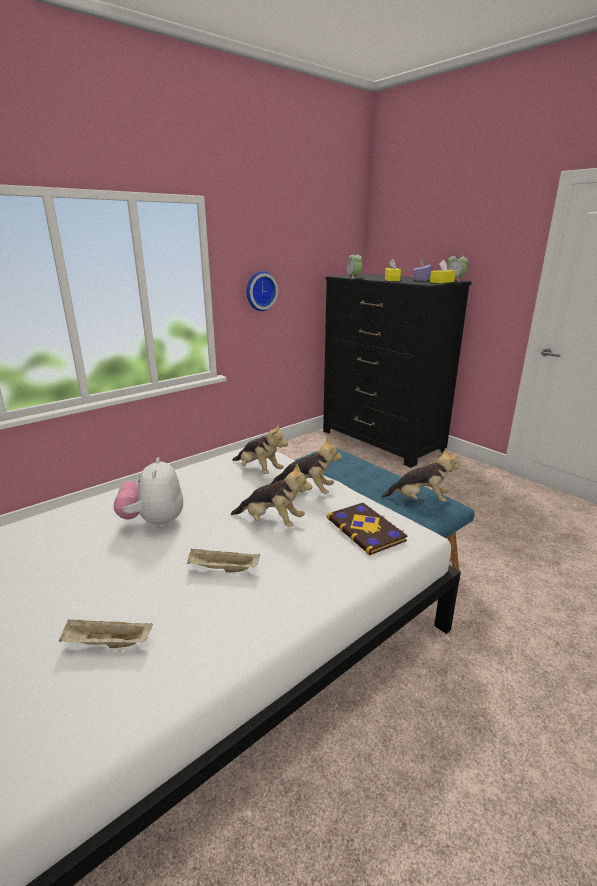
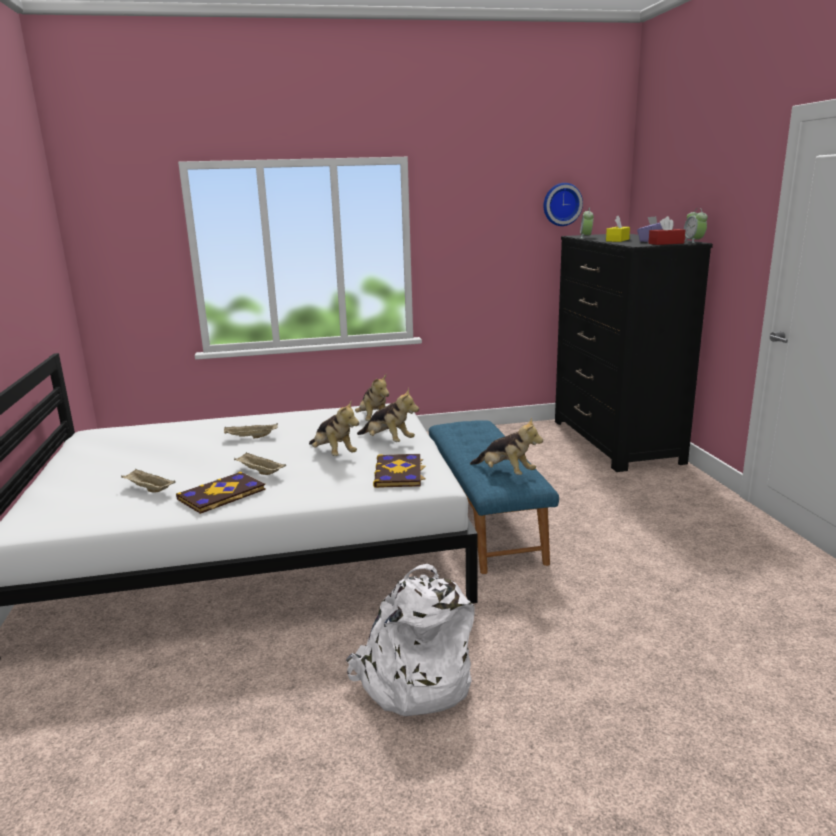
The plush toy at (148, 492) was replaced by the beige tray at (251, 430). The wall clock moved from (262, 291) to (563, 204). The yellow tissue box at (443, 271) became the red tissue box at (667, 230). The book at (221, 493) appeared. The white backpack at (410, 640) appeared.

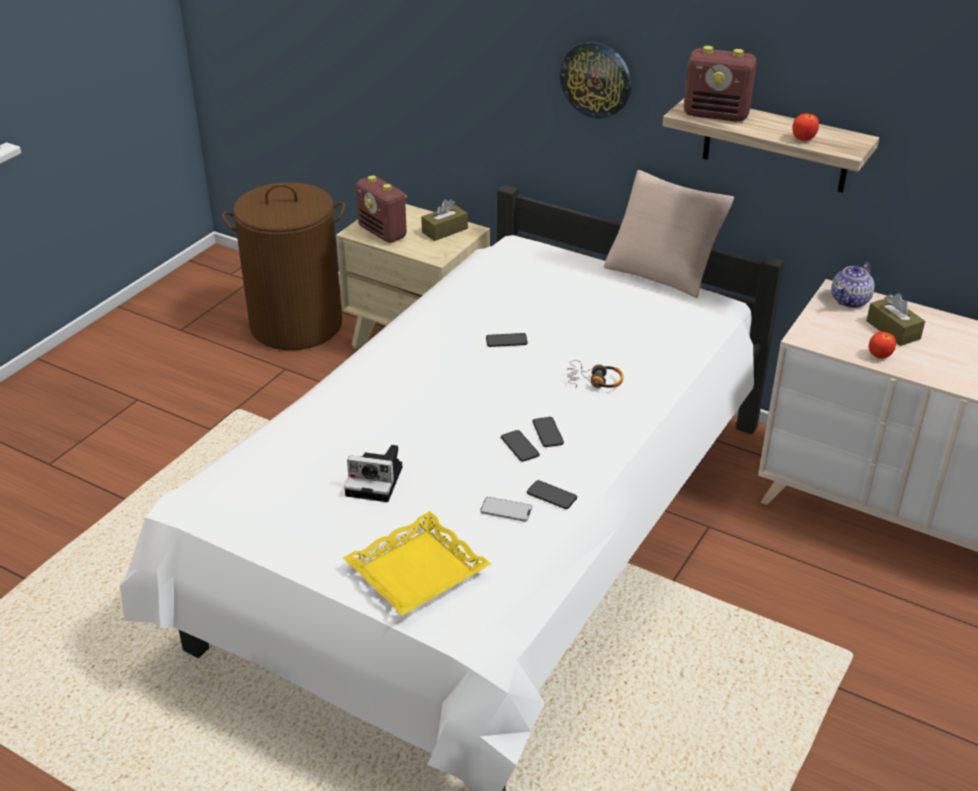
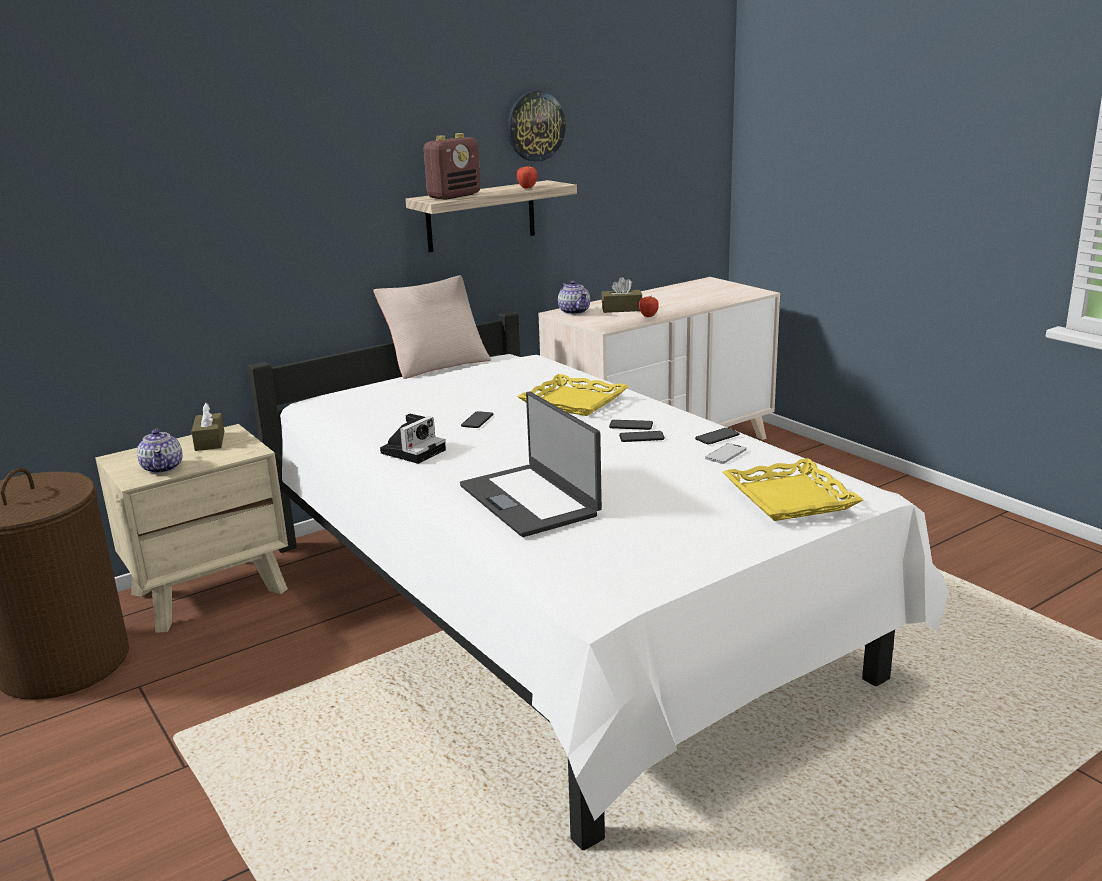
The photo camera moved from (373, 473) to (413, 439). The radio at (381, 209) was replaced by the teapot at (160, 451). The wall clock moved from (595, 80) to (536, 126). The headphones at (595, 374) was replaced by the yellow tray at (573, 395). The laptop at (531, 464) appeared.

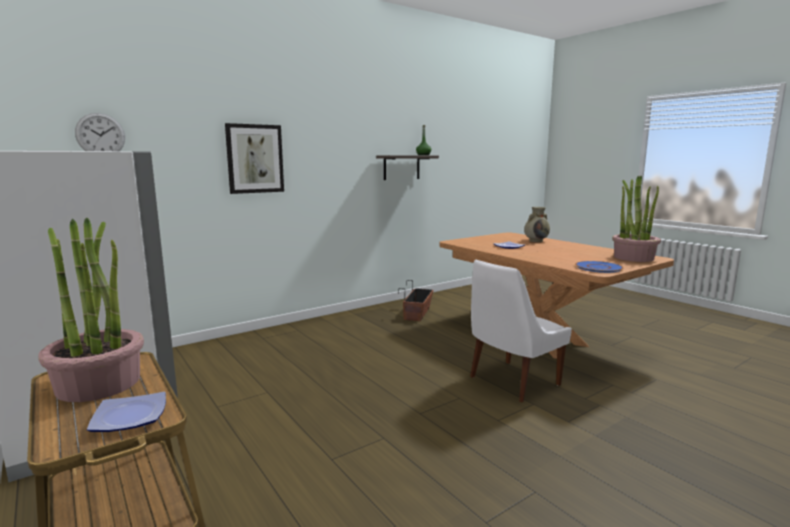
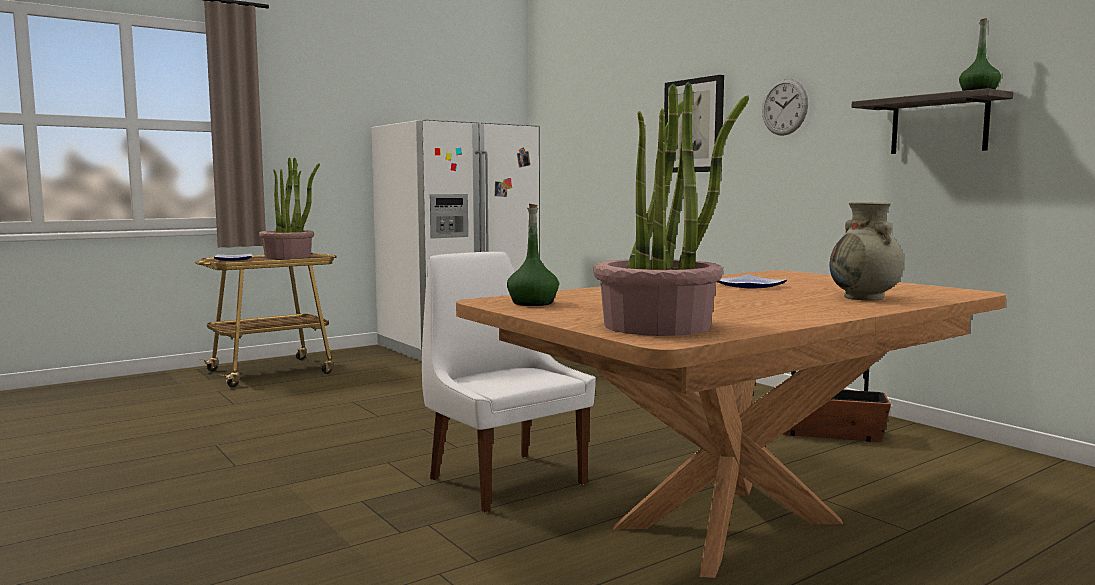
The wall clock moved from (100, 132) to (785, 107). The blue plate at (599, 267) was replaced by the green bottle at (533, 254).

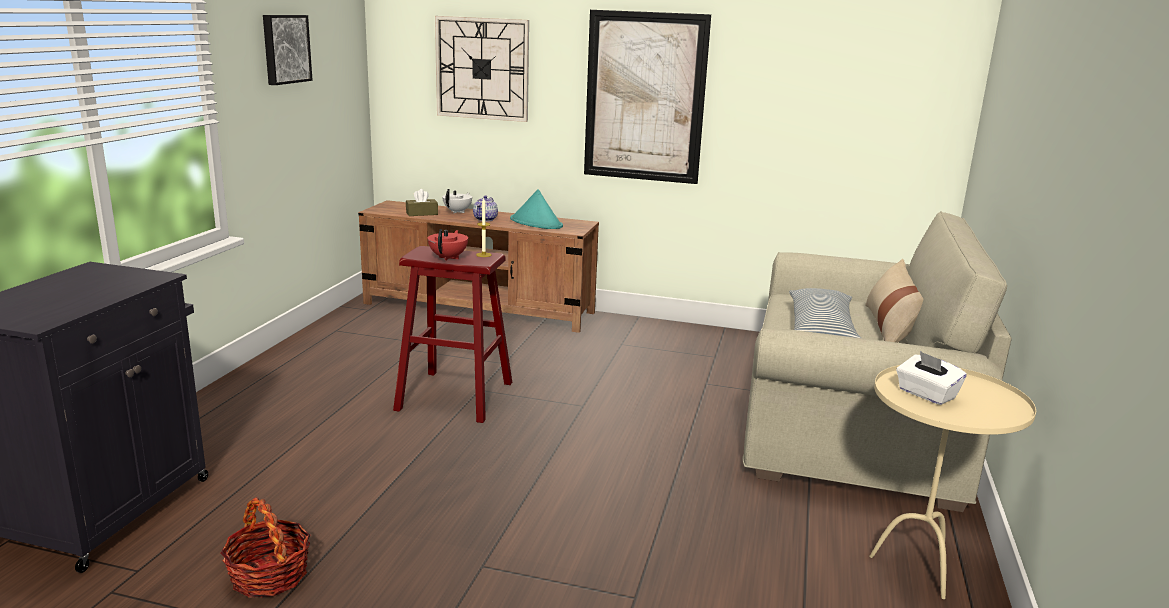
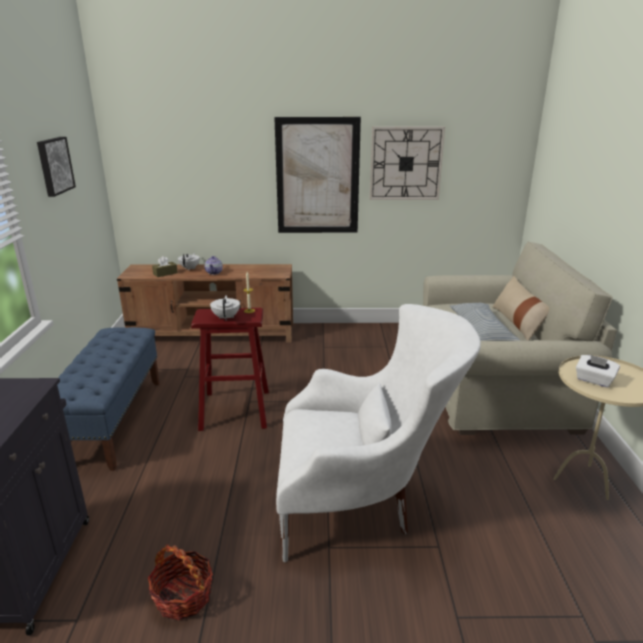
The red teapot at (448, 245) became the white teapot at (225, 307). The wall clock moved from (482, 69) to (407, 163). The turquoise hat at (536, 209) disappeared. The blue bench at (108, 399) appeared. The white armchair at (378, 433) appeared.

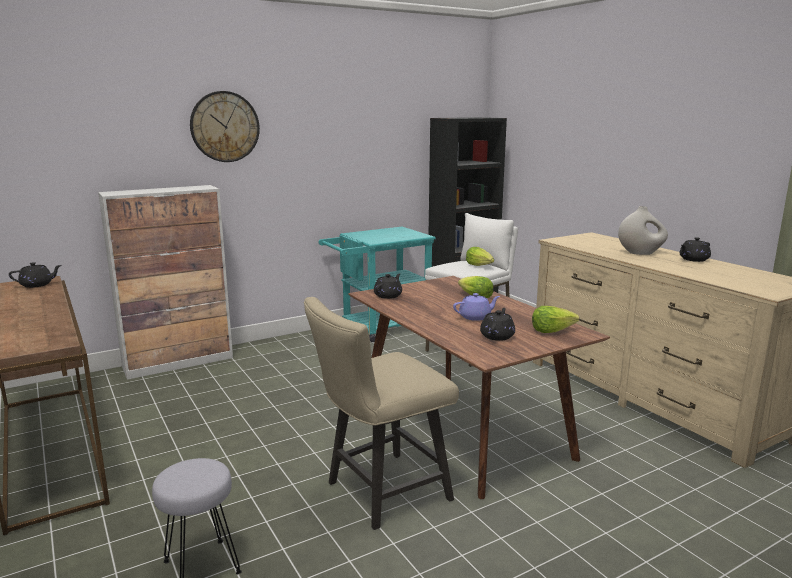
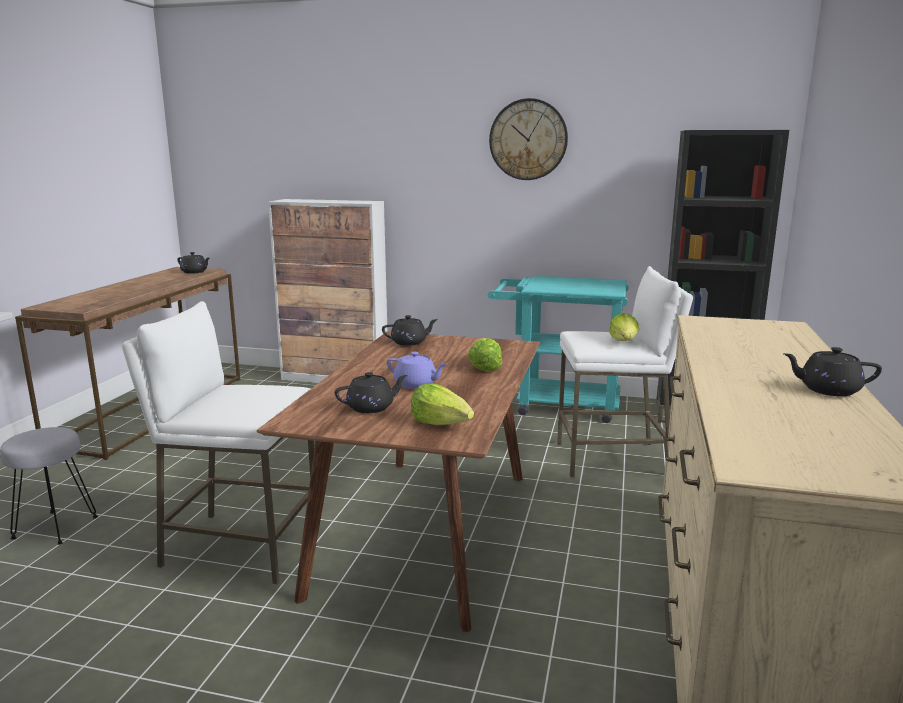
The wall clock moved from (225, 126) to (528, 139). The beige chair at (381, 413) was replaced by the white stool at (218, 442). The white vase at (643, 230) disappeared.

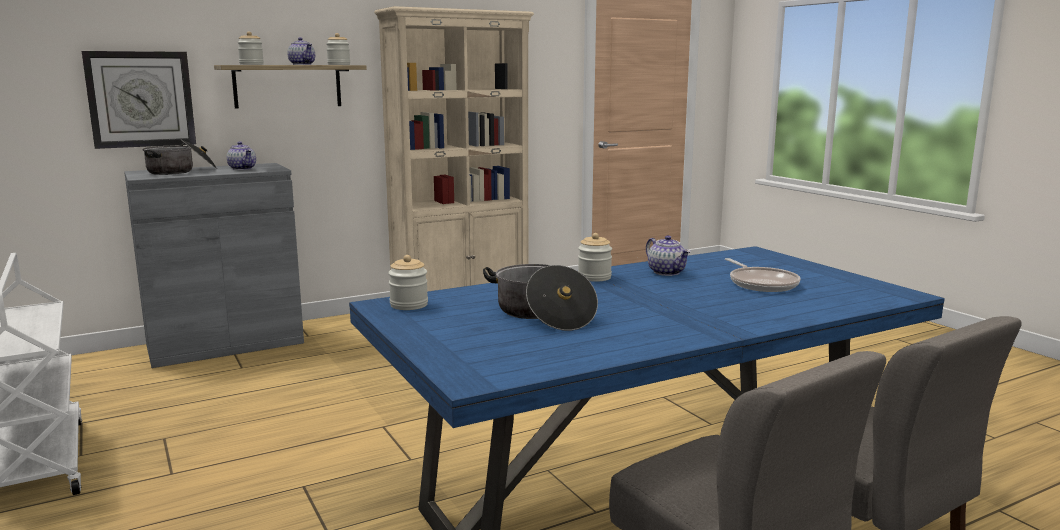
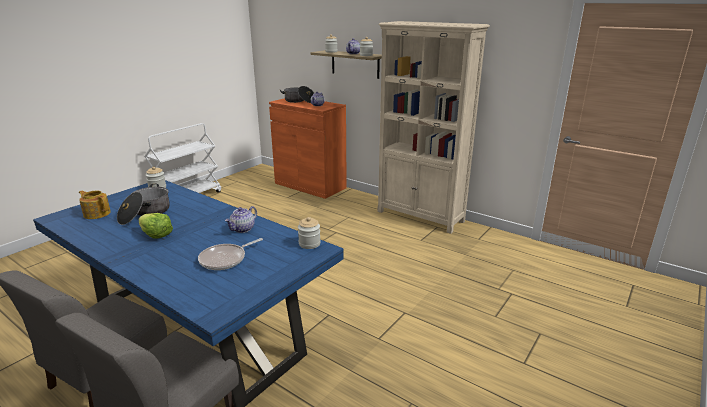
The wall clock at (139, 100) disappeared. The grey cabinet at (214, 265) became the orange cabinet at (308, 148). The jar moved from (595, 257) to (309, 233). The teapot at (95, 205) appeared. The lettuce at (155, 226) appeared.

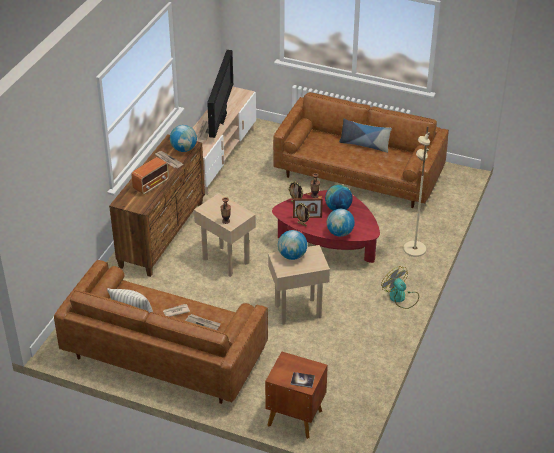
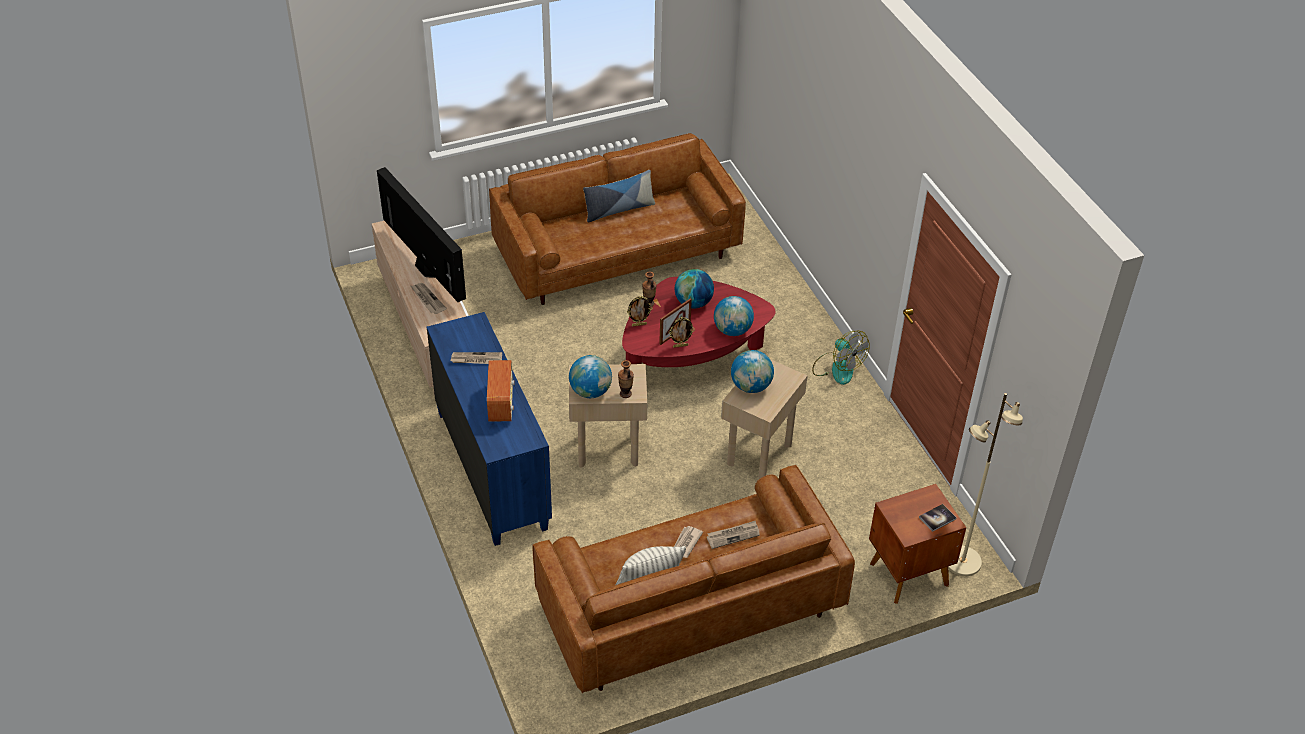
The brown dresser at (157, 205) became the blue dresser at (489, 429). The globe moved from (183, 138) to (590, 376). The fan at (400, 287) turned 135 degrees counterclockwise. The beige floor lamp moved from (417, 191) to (985, 484).

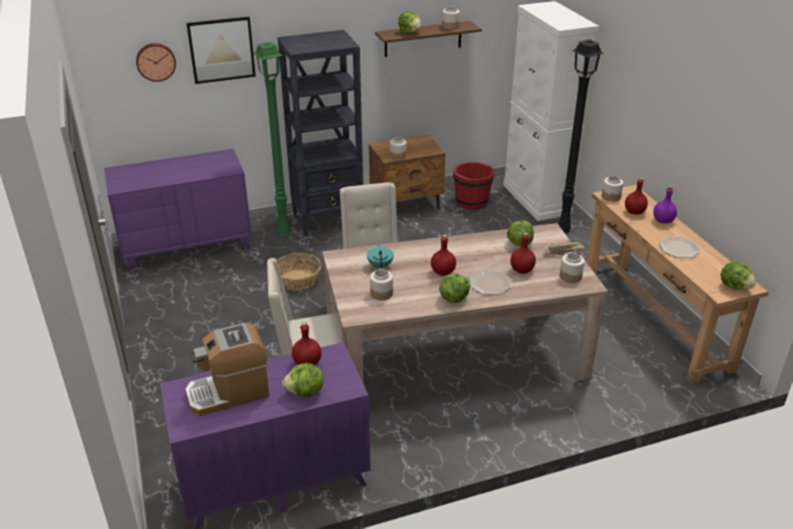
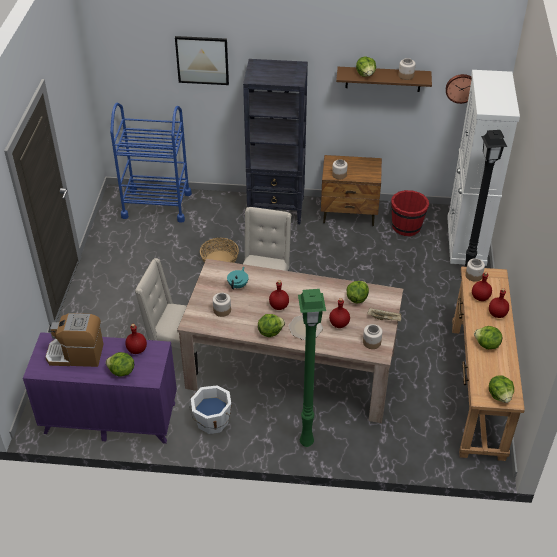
The purple dresser at (178, 210) was replaced by the blue cart at (151, 163). The wall clock moved from (156, 62) to (459, 89). The green floor lamp moved from (272, 139) to (312, 368). The purple bottle at (665, 205) became the red bottle at (499, 303). The plate at (680, 247) was replaced by the lettuce at (488, 337). The white bucket at (210, 409) appeared.

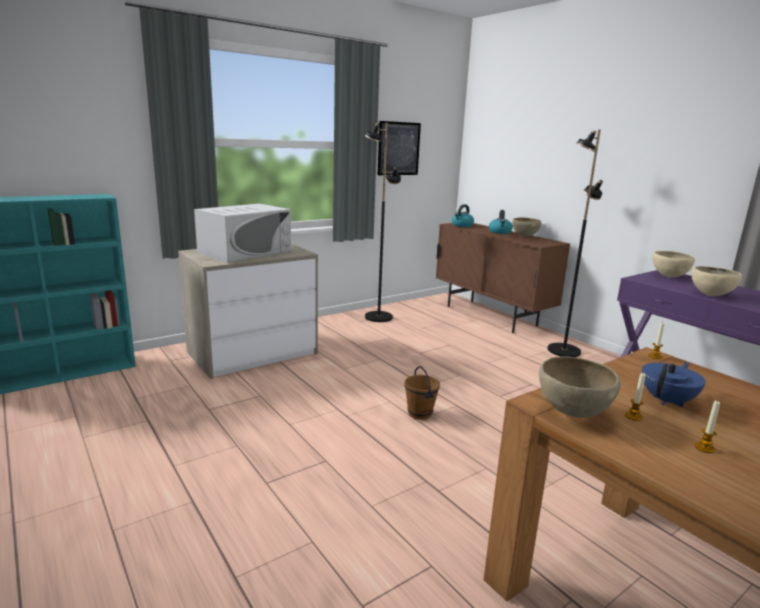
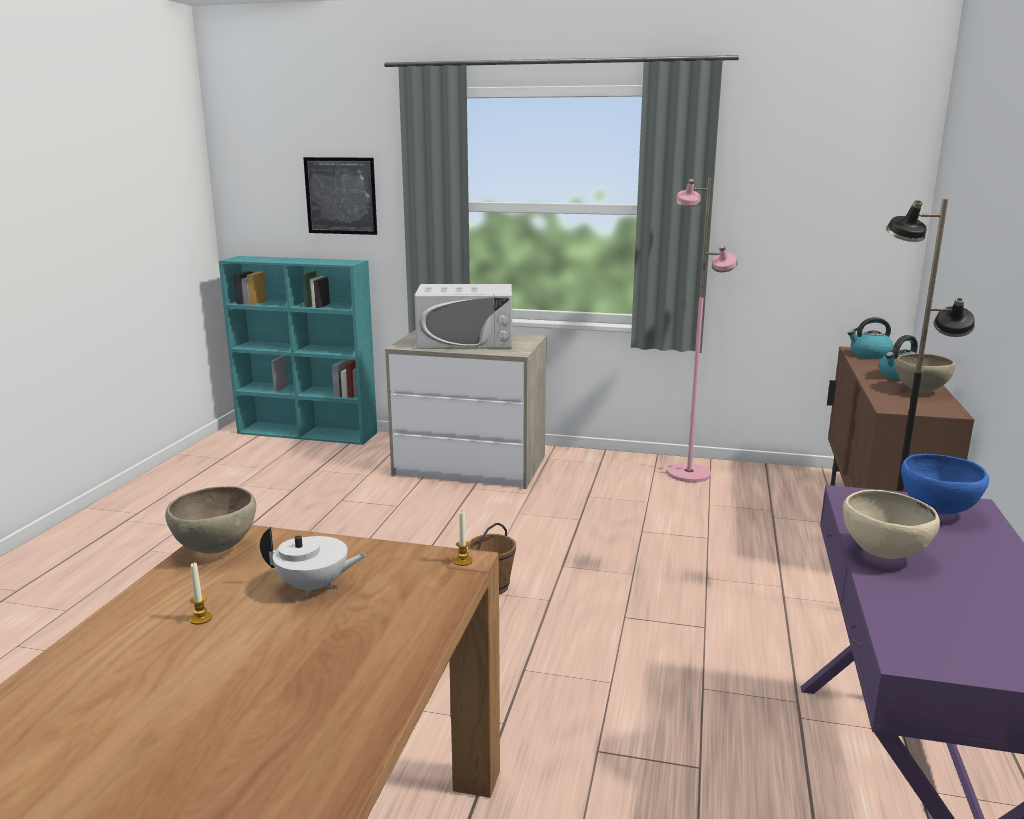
The black floor lamp at (383, 222) became the pink floor lamp at (702, 330). The picture moved from (399, 148) to (340, 196). The candle at (635, 396) disappeared. The blue teapot at (674, 385) became the white teapot at (313, 562). The beige bowl at (673, 264) became the blue bowl at (945, 484).

